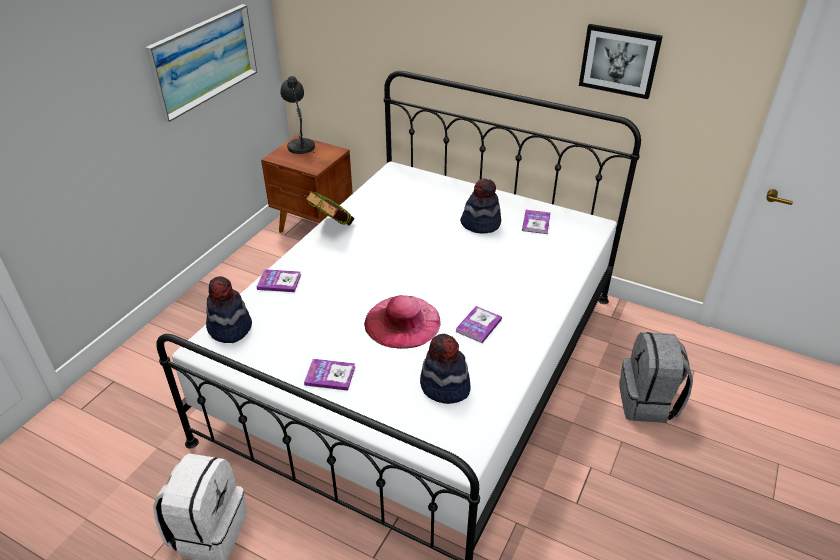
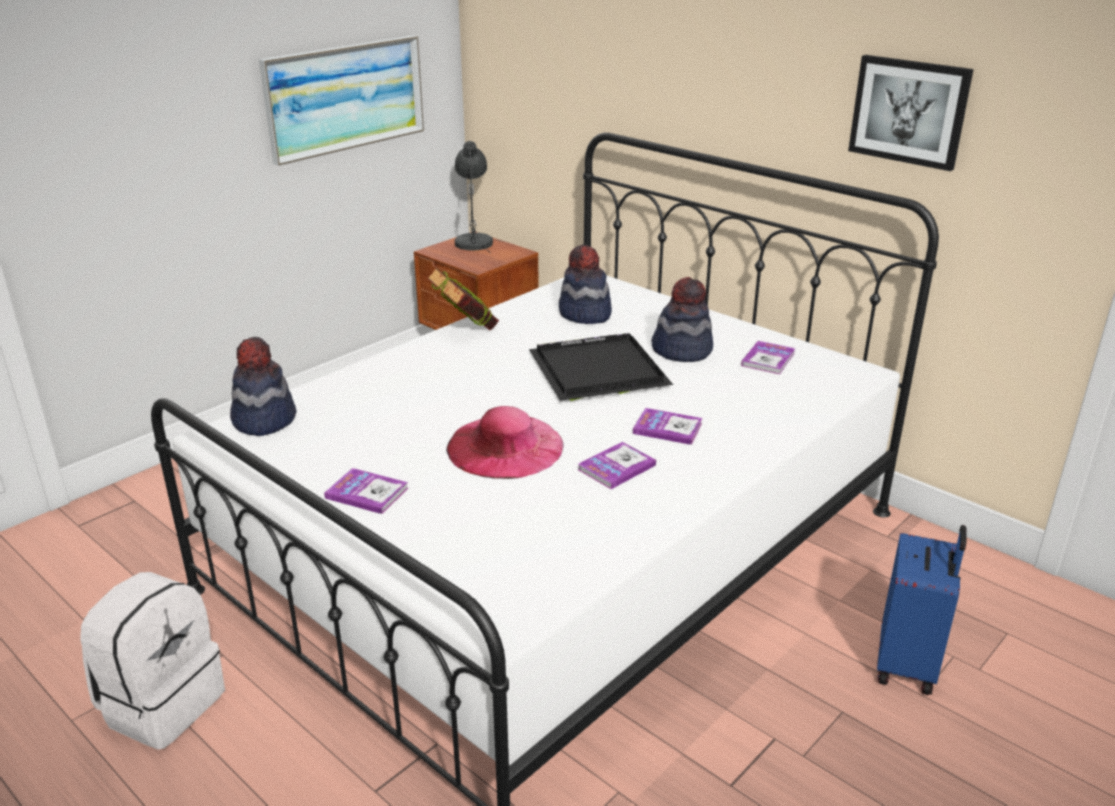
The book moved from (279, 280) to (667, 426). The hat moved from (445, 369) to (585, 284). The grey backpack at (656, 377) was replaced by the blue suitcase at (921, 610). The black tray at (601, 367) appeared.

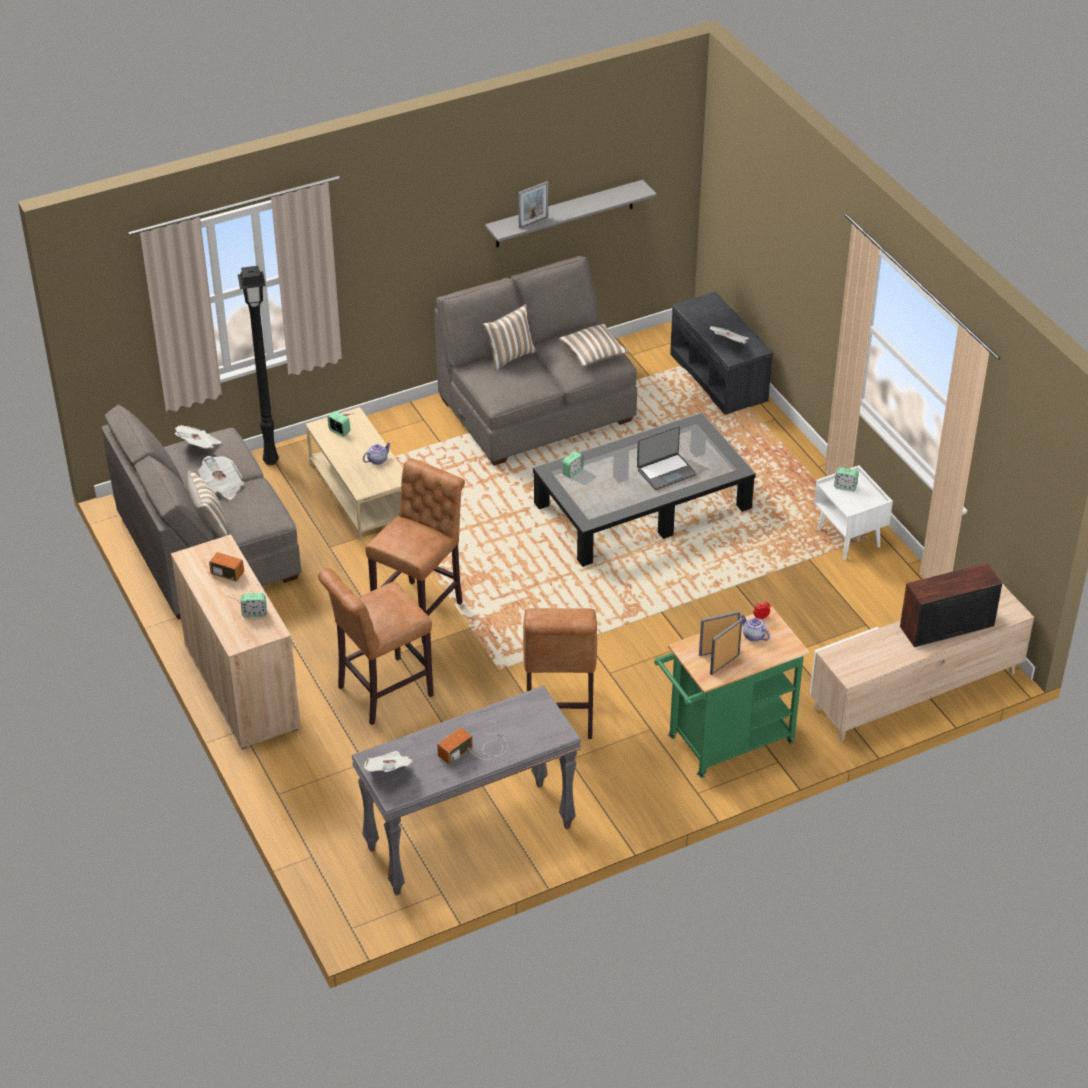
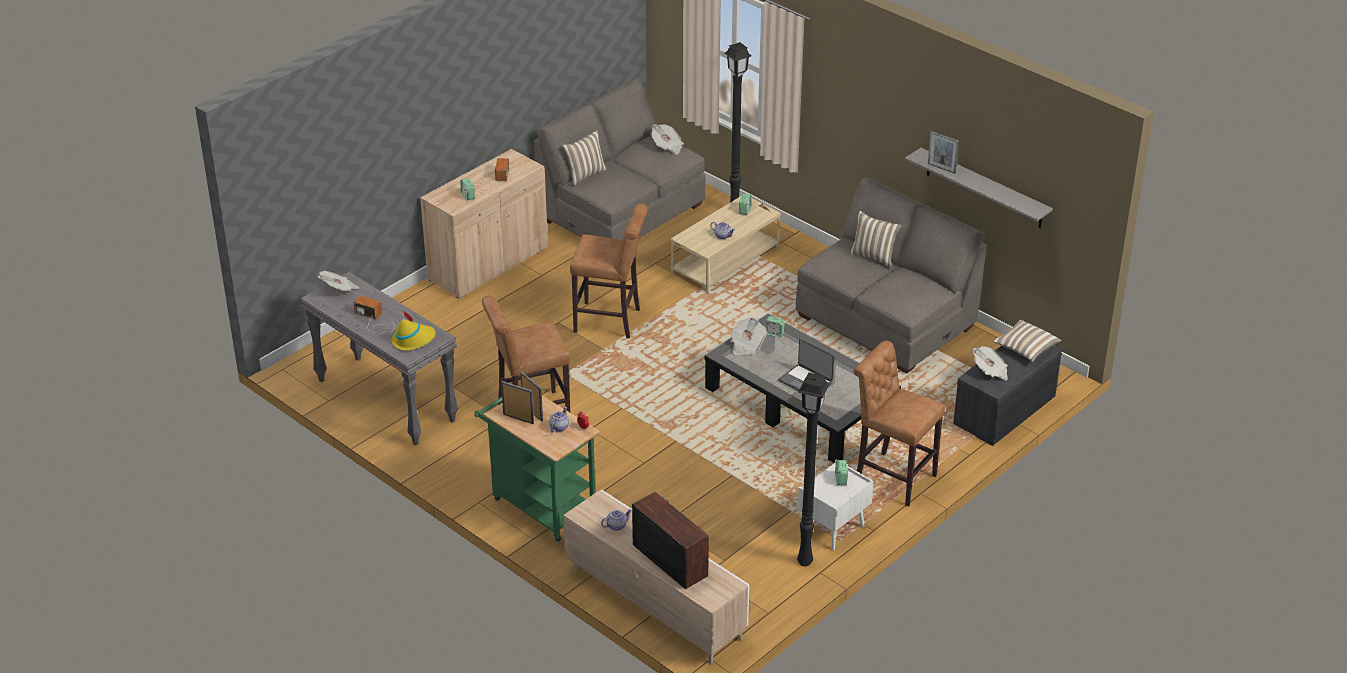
The newspaper moved from (221, 478) to (748, 336). The brown stool moved from (376, 646) to (899, 423). The pillow moved from (593, 345) to (1027, 341). The yellow hat at (414, 331) appeared. The teapot at (616, 520) appeared. The black floor lamp at (813, 469) appeared.

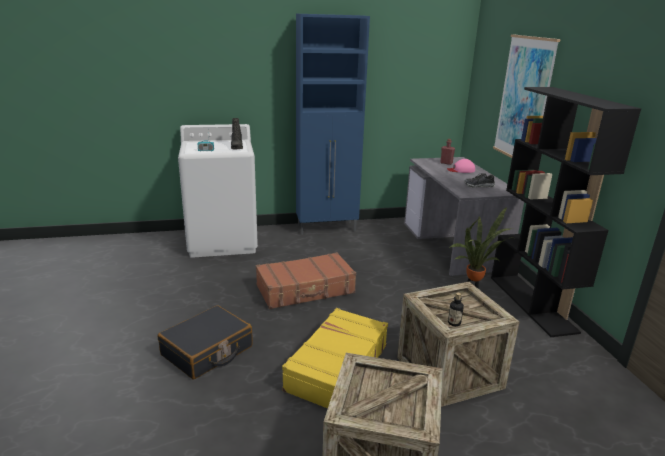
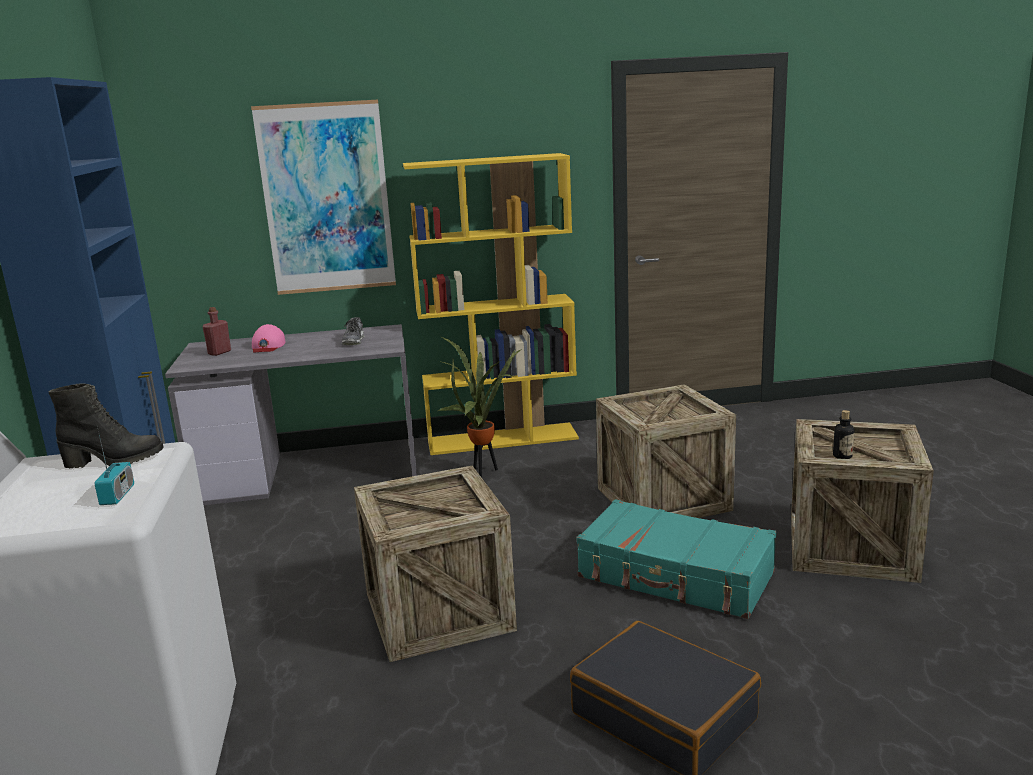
The brown suitcase at (306, 280) was replaced by the crate at (435, 564). The yellow suitcase at (335, 358) became the turquoise suitcase at (677, 559). The bottle moved from (456, 309) to (844, 434). The black bookcase at (566, 212) became the yellow bookcase at (491, 304).

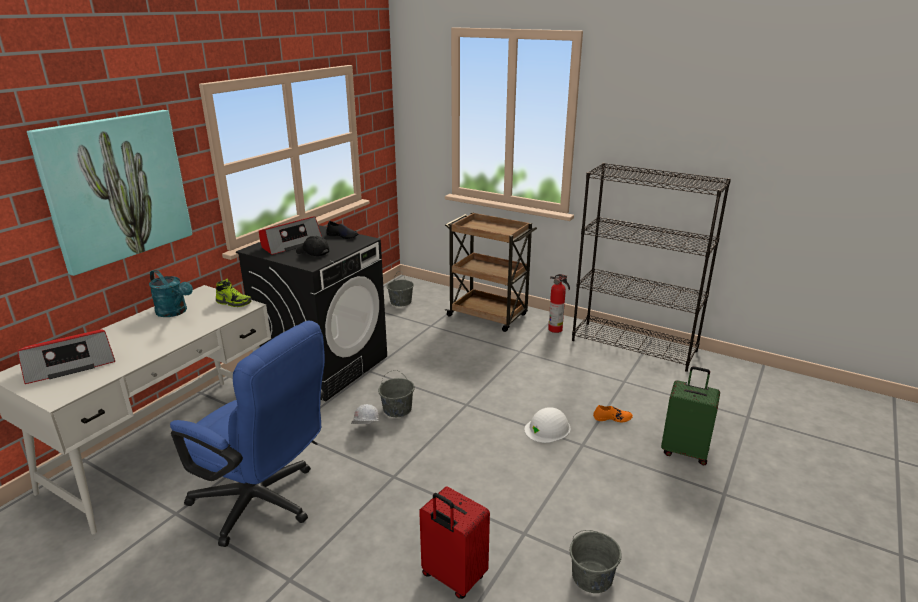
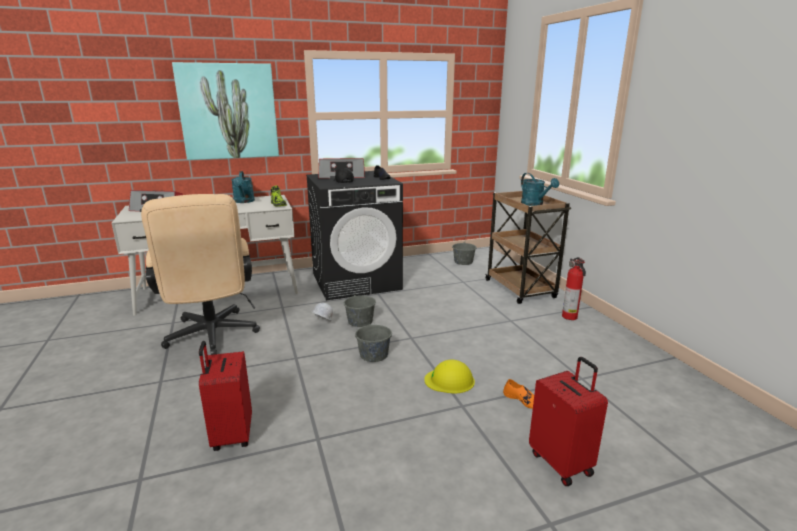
The blue office chair at (247, 434) became the beige office chair at (200, 274). The white hard hat at (547, 425) became the yellow hard hat at (449, 376). The grey bucket moved from (596, 561) to (373, 338). The black bookcase at (651, 267) disappeared. The green suitcase at (690, 416) became the red suitcase at (568, 421). The turquoise watering can at (540, 189) appeared.

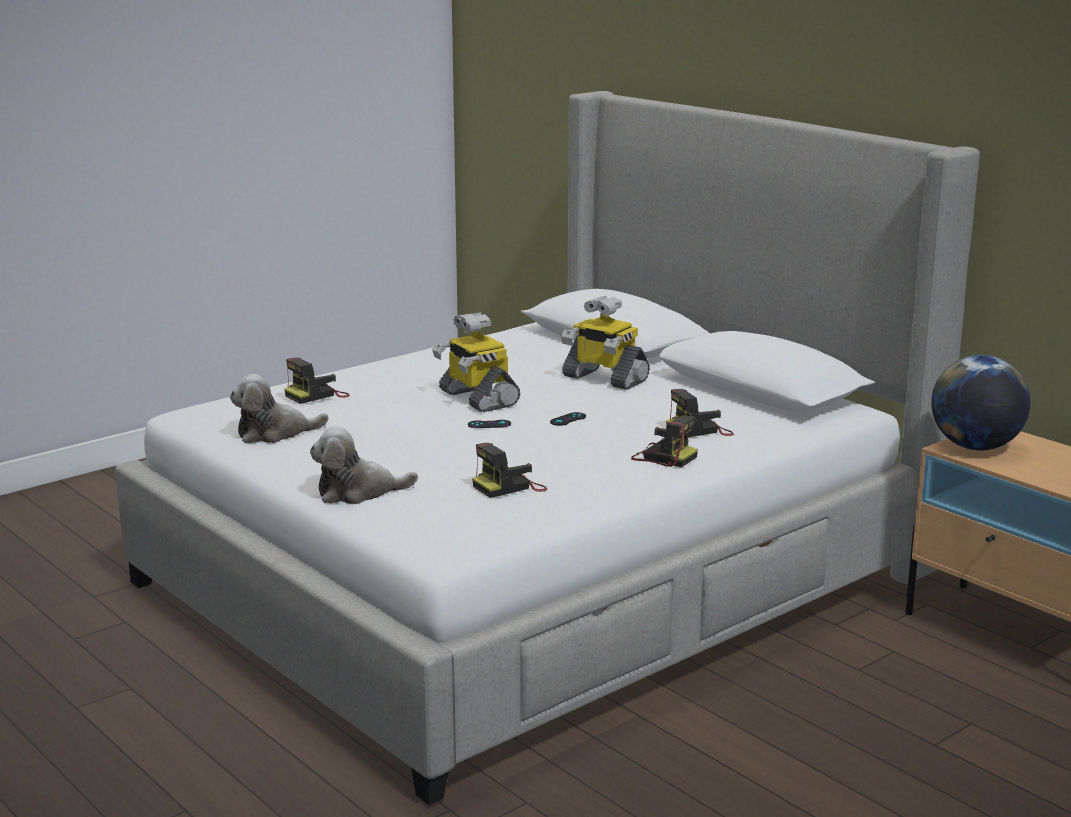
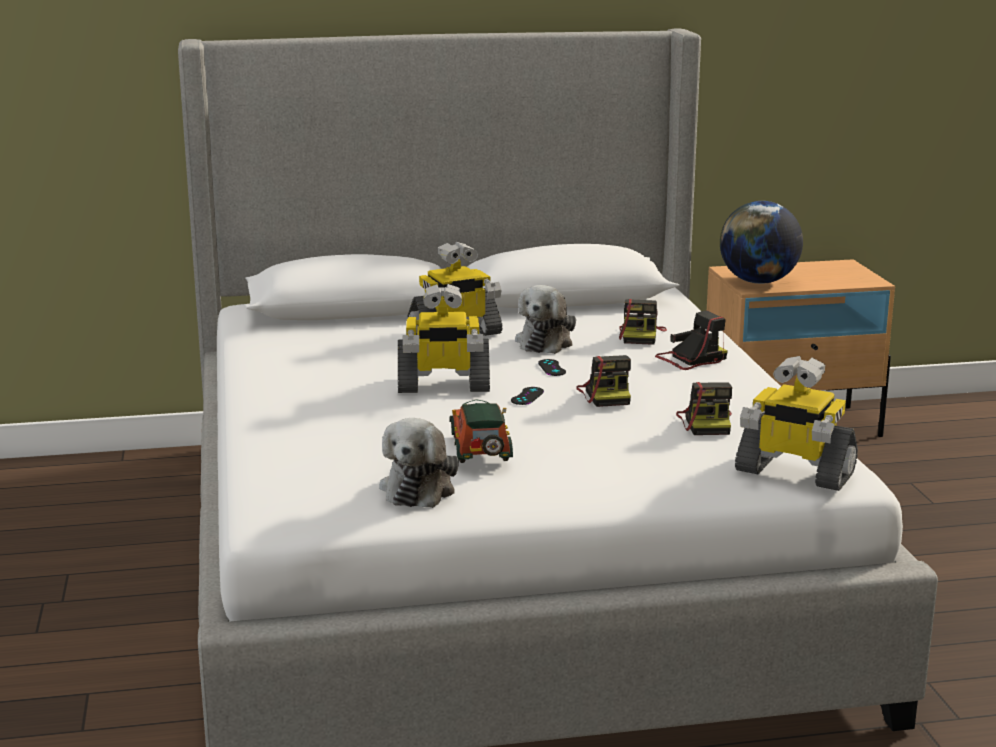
The photo camera moved from (317, 380) to (603, 381). The plush toy moved from (364, 465) to (545, 319). The toy car at (481, 431) appeared. The toy robot at (796, 423) appeared.

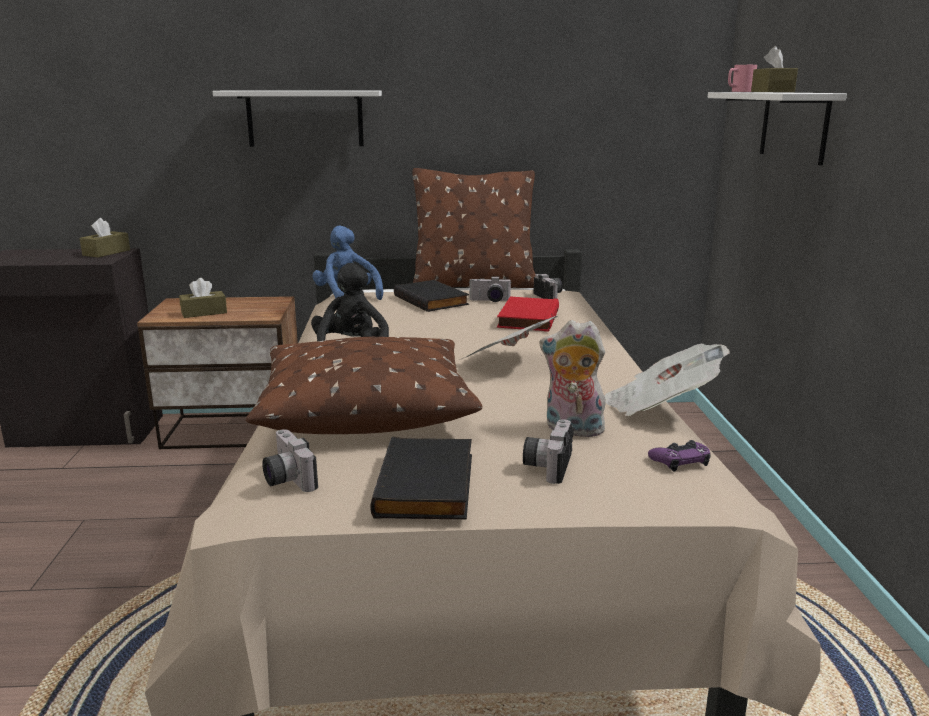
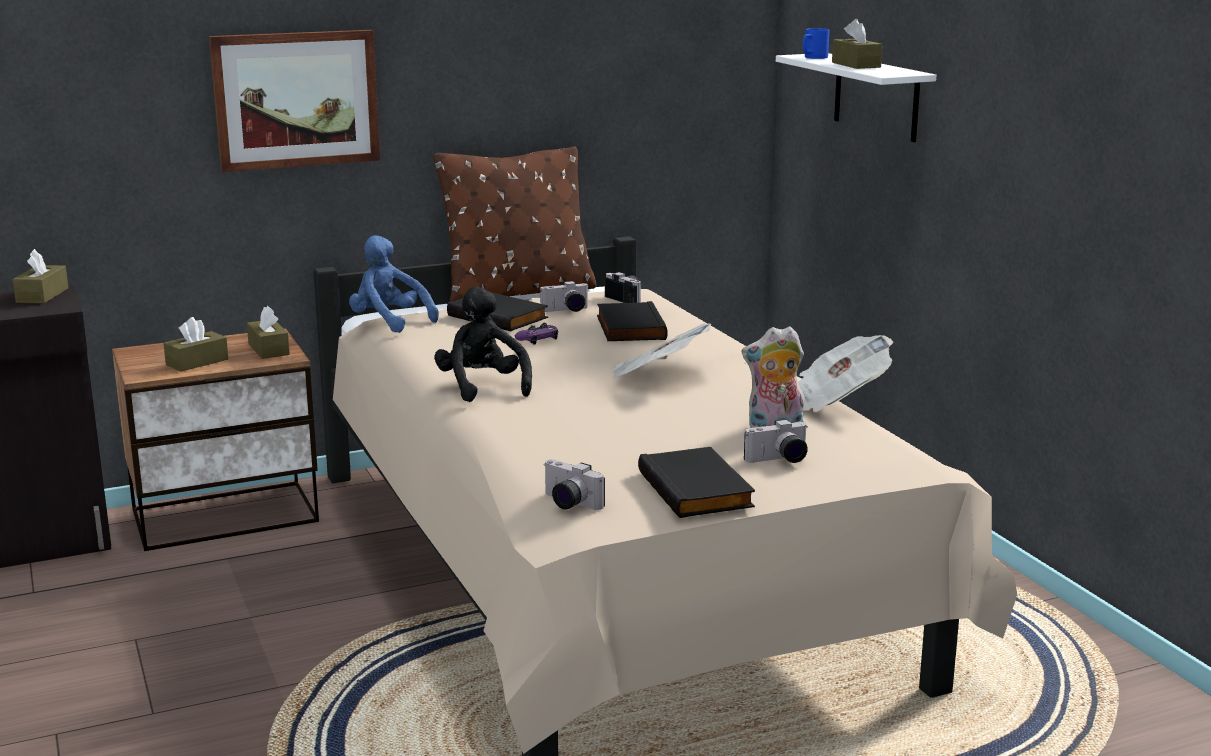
The white shelf at (297, 119) was replaced by the picture at (294, 101). The brown pillow at (364, 385) disappeared. The red book at (528, 314) became the black book at (632, 321). The photo camera at (548, 451) turned 105 degrees counterclockwise. The purple game controller moved from (679, 455) to (536, 334). The pink mug at (742, 78) became the blue mug at (816, 43). The brown tissue box at (268, 332) appeared.

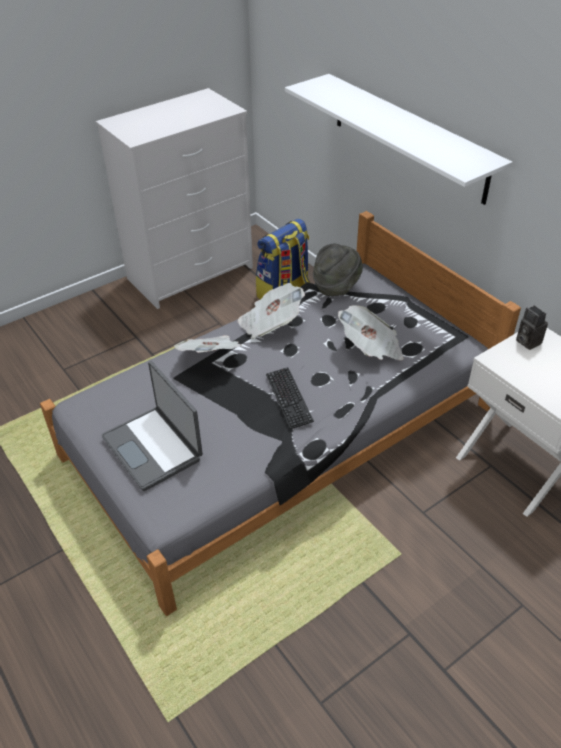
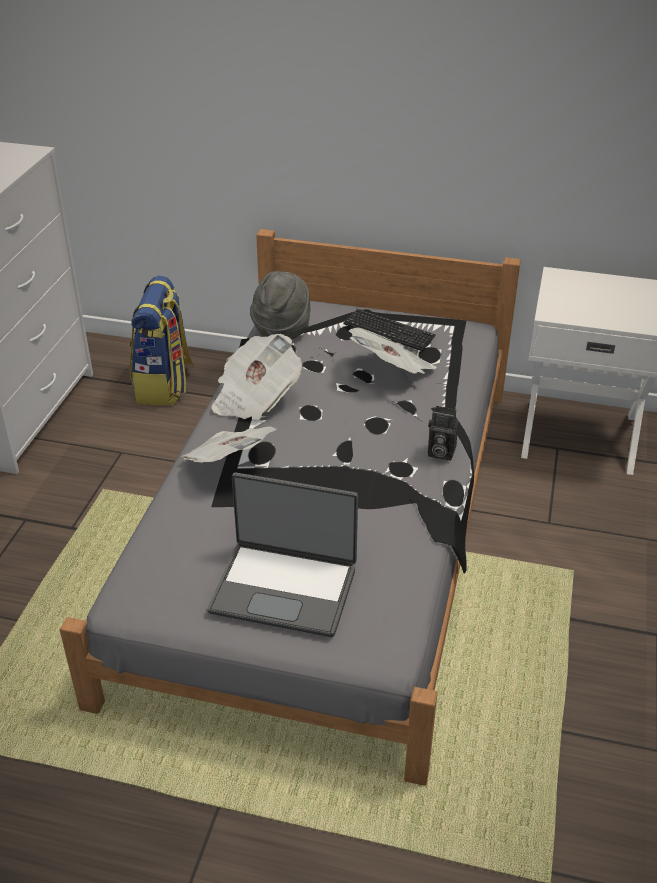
The keyboard moved from (290, 398) to (389, 330). The white shelf at (399, 139) disappeared. The photo camera moved from (532, 328) to (443, 433).

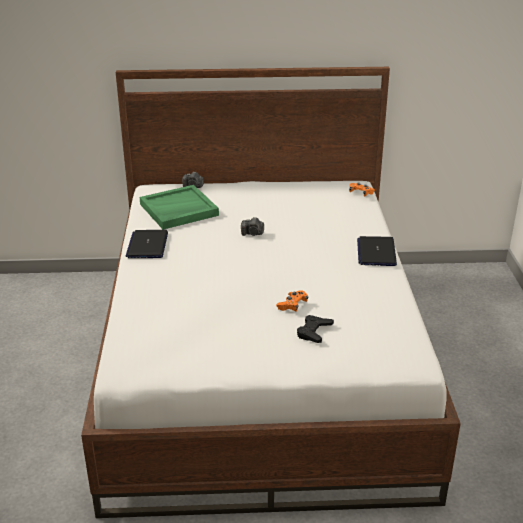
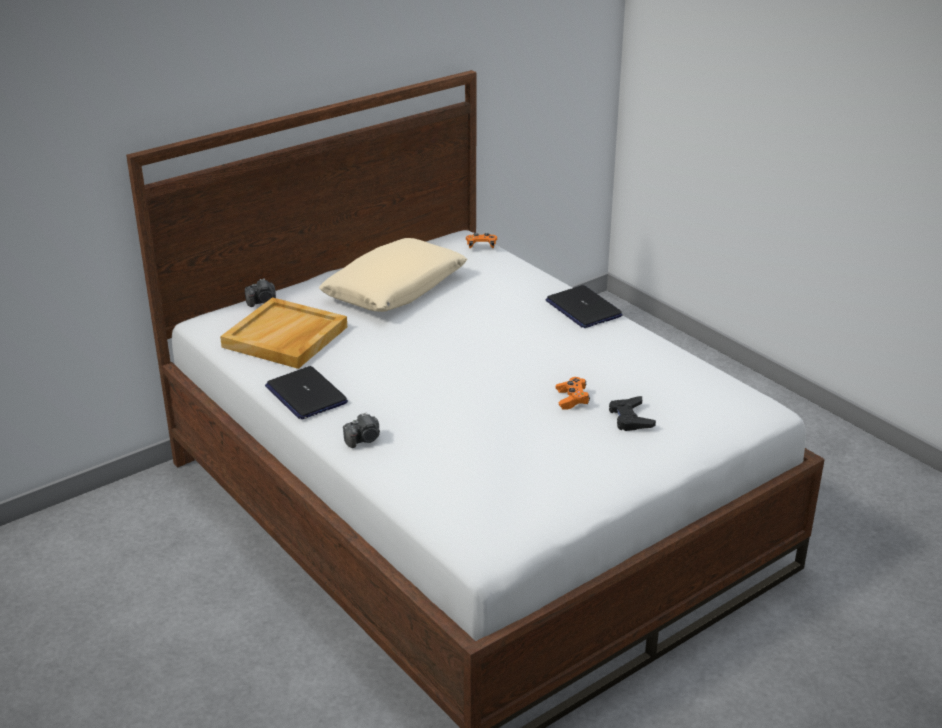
The green tray at (179, 207) became the beige tray at (283, 333). The photo camera moved from (252, 226) to (361, 430). The beige pillow at (393, 275) appeared.

